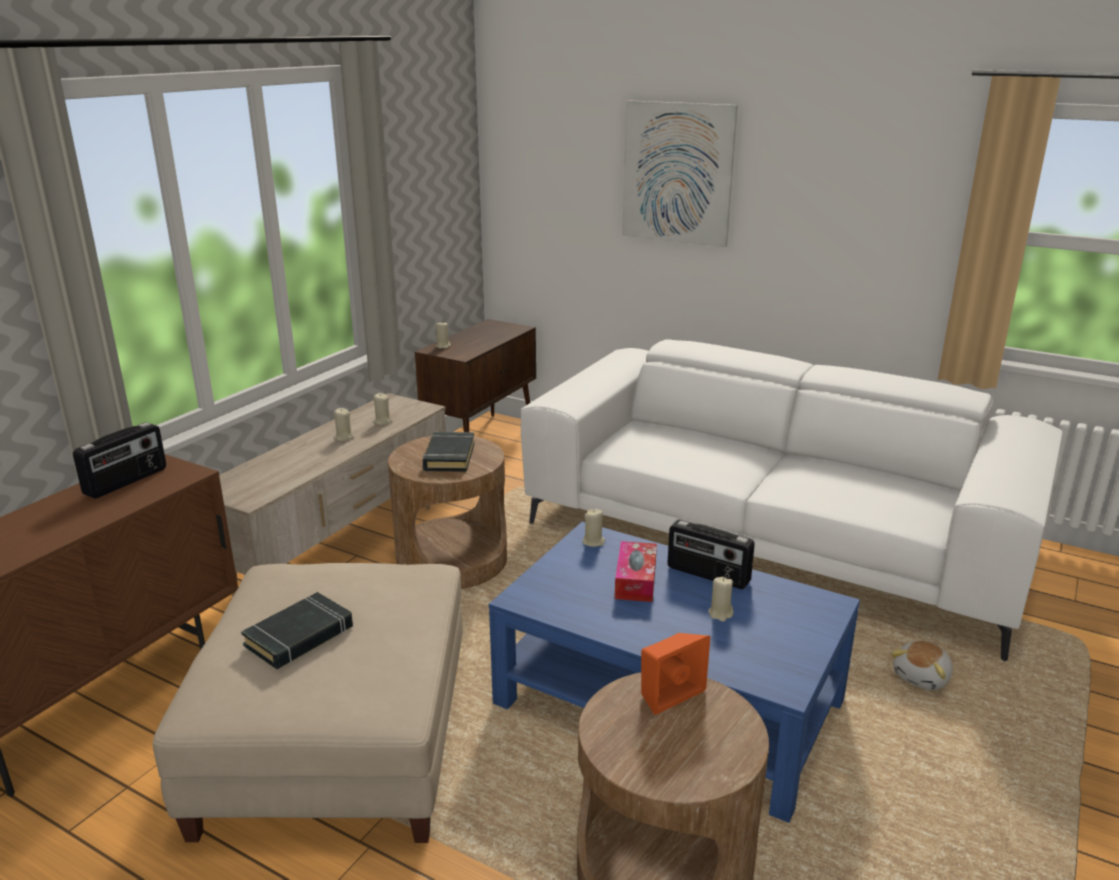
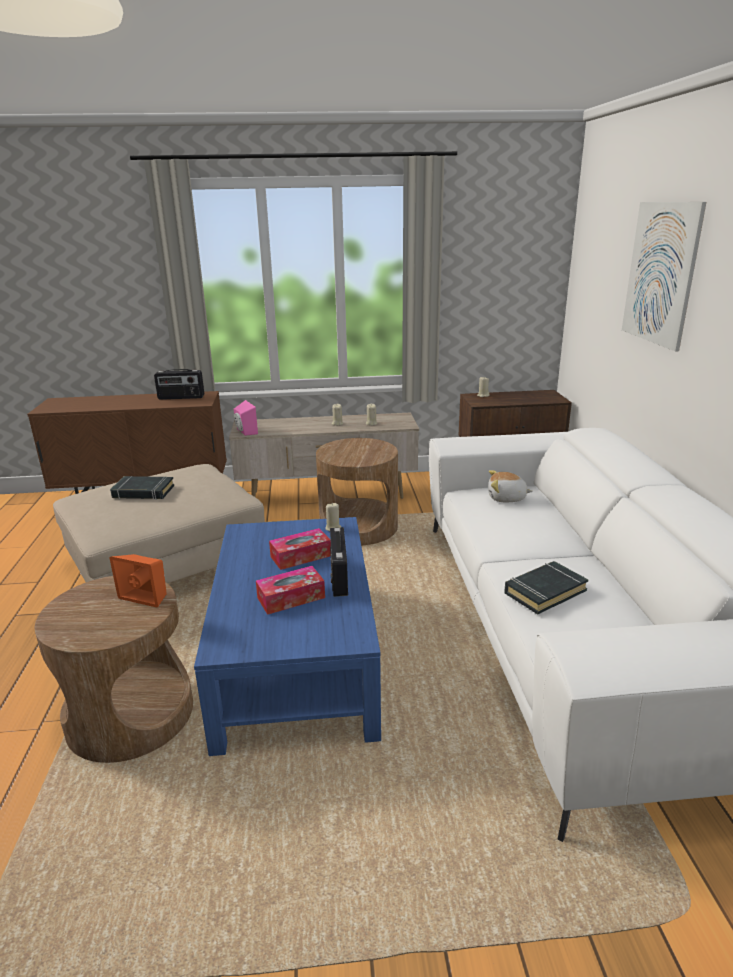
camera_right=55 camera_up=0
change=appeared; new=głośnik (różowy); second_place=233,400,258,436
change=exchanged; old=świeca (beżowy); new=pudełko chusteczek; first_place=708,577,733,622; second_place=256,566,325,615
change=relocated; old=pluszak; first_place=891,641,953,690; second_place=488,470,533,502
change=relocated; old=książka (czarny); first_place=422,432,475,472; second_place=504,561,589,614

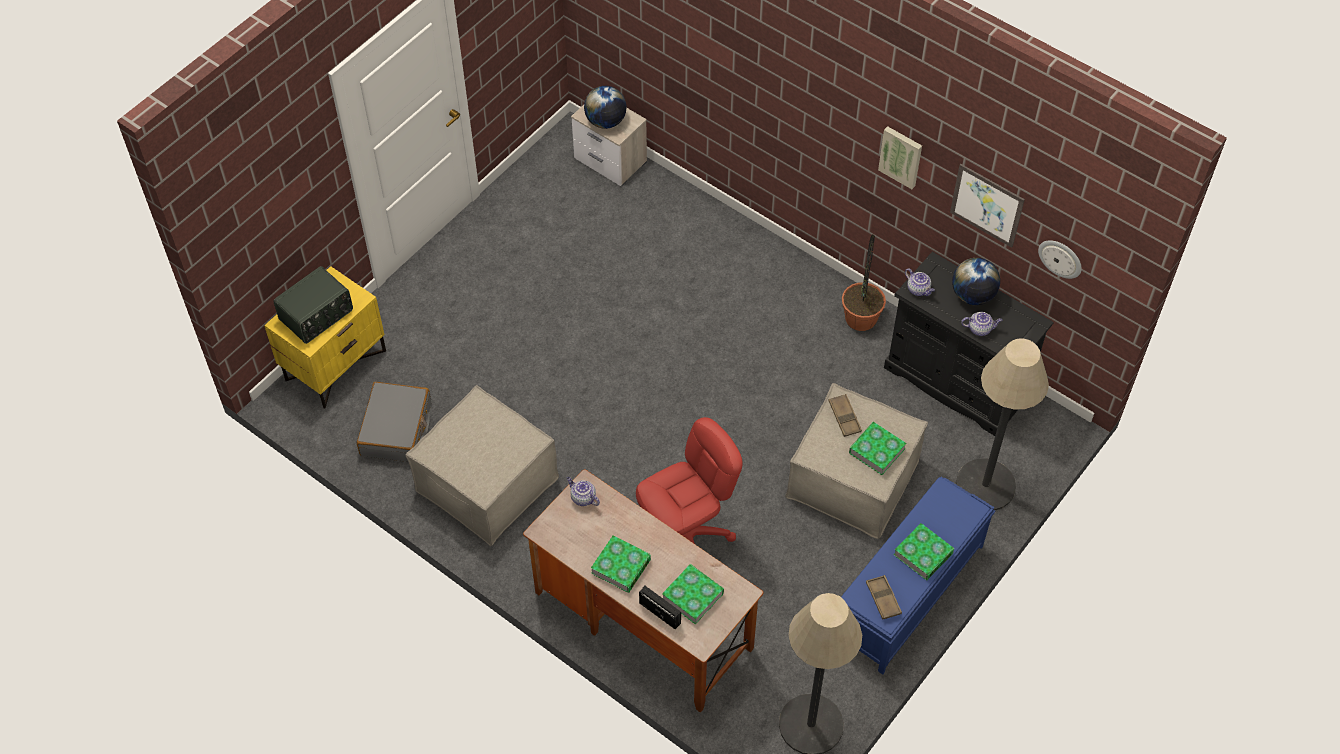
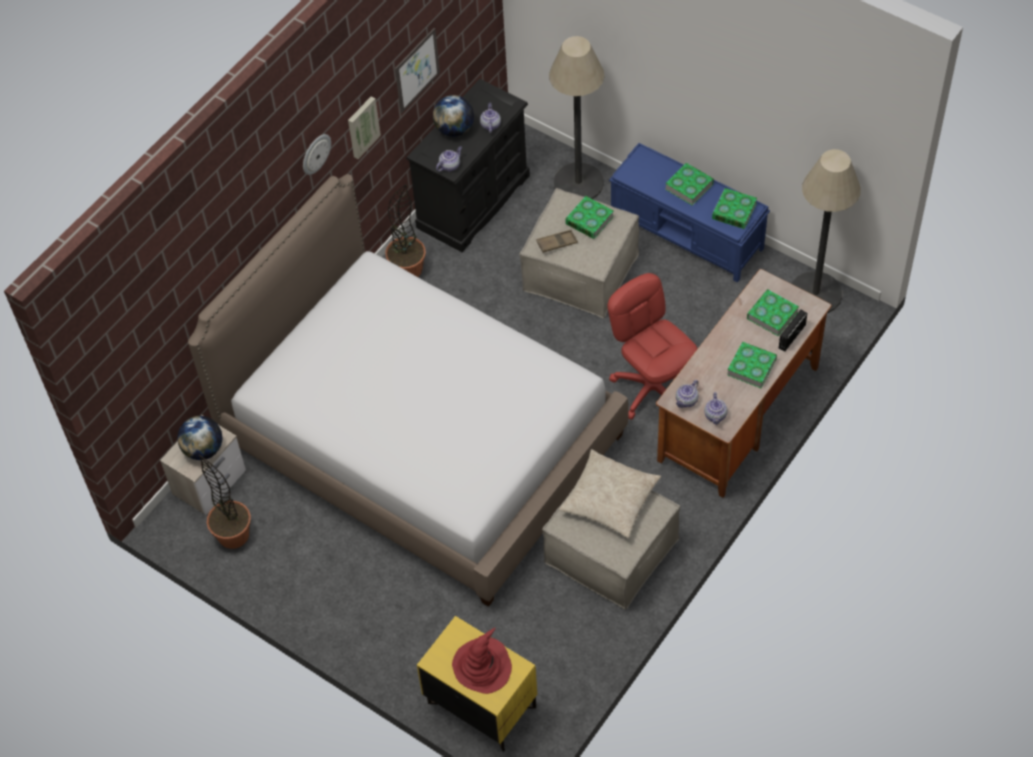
camera_right=-90 camera_up=0
change=appeared; new=łóżko; second_place=188,174,629,607
change=appeared; new=roślina doniczkowa; second_place=199,455,251,549
change=relocated; old=zegar ścienny; first_place=1038,240,1082,279; second_place=303,134,331,175
change=exchanged; old=radio; new=kapelusz (czerwony); first_place=274,266,353,344; second_place=452,628,512,694
change=appeared; new=poduszka (beżowy); second_place=559,449,661,538
change=appeared; new=imbryk; second_place=704,392,728,425
change=exchanged; old=taca (brązowy); new=książka; first_place=866,575,902,620; second_place=712,188,757,229
change=missing; old=walizka (szary); first_place=357,382,431,462

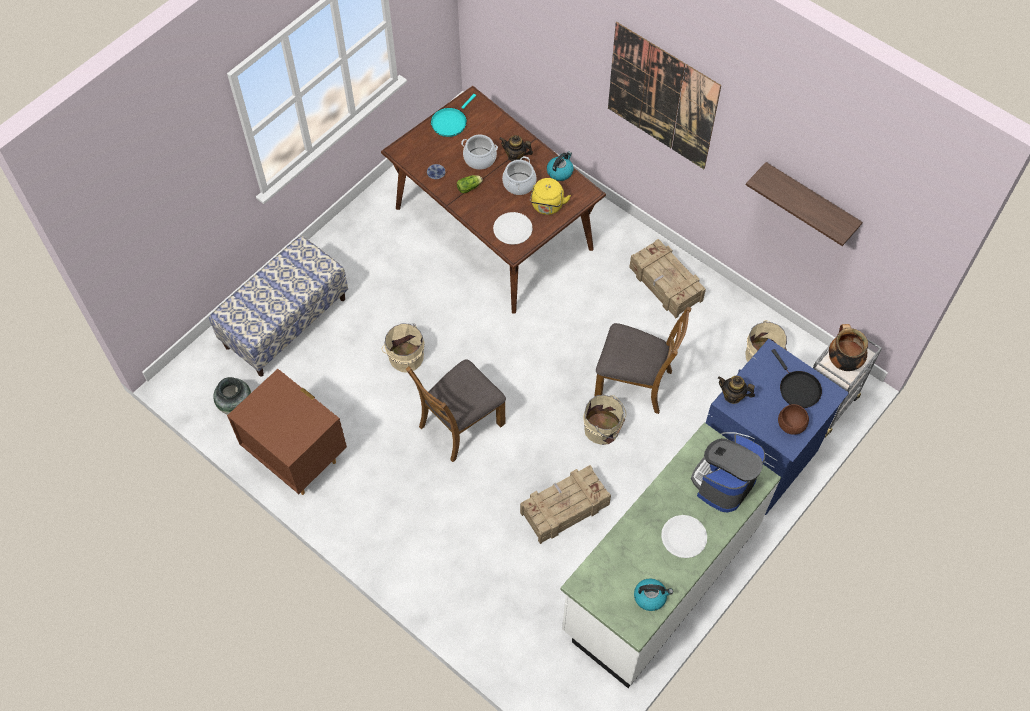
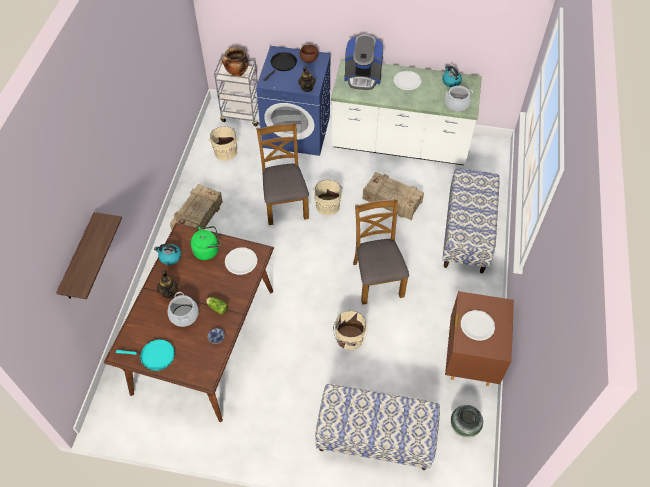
camera_right=-120 camera_up=-5
change=relocated; old=półka; first_place=746,162,863,246; second_place=56,212,122,299
change=colour; old=czajnik (żółty); new=czajnik (zielony); first_place=530,178,571,215; second_place=191,226,221,260
change=spun; old=krzesło (brązowy); first_place=406,359,506,462; second_place=353,198,409,305; degrees=-120
change=appeared; new=ławka; second_place=442,168,500,274
change=relocated; old=garnek; first_place=502,156,537,195; second_place=445,86,473,112
change=appeared; new=talerz (biały); second_place=461,310,495,341
change=missing; old=obraz; first_place=608,22,721,169

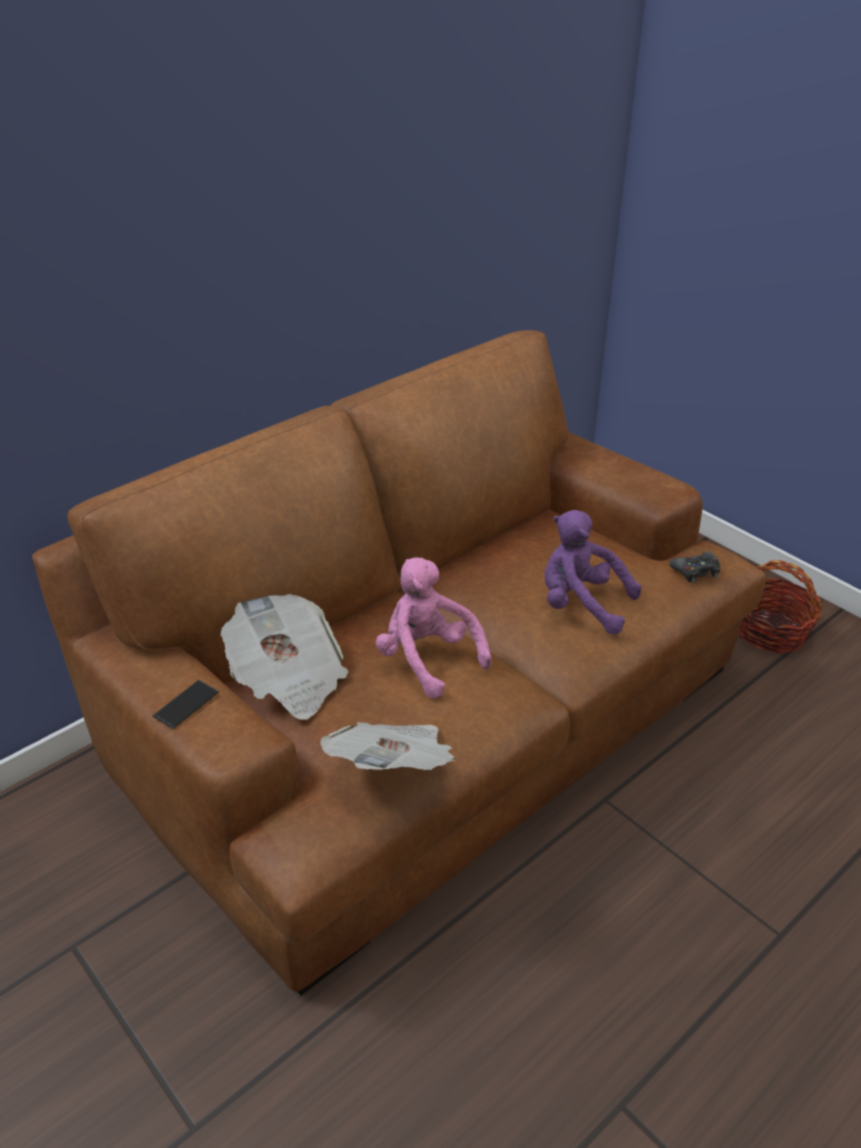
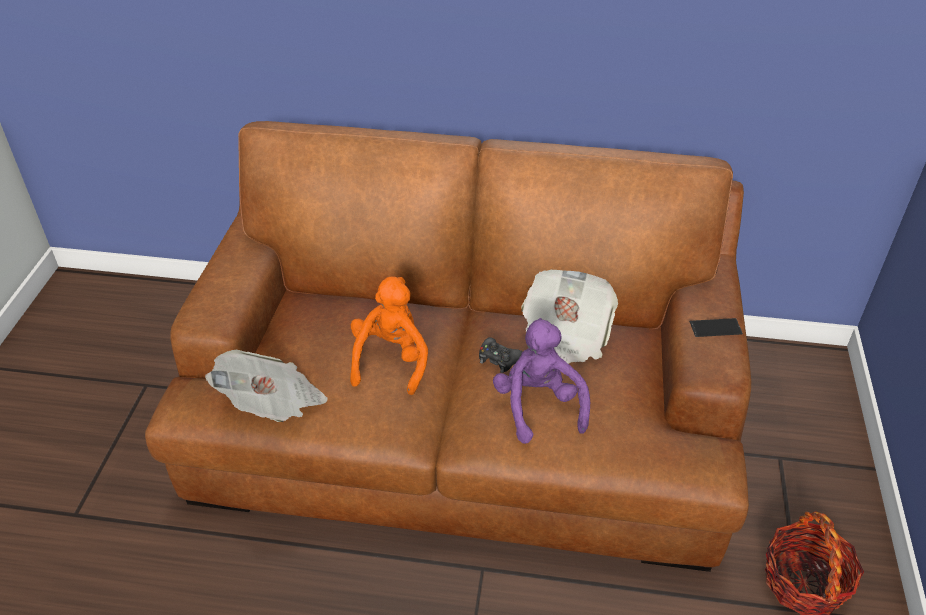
camera_right=50 camera_up=5
change=colour; old=pluszak (różowy); new=pluszak (pomarańczowy); first_place=376,557,492,699; second_place=350,276,428,395
change=relocated; old=pad do gier (czarny); first_place=669,552,720,583; second_place=479,337,523,373
change=relocated; old=gazeta; first_place=221,594,349,720; second_place=521,270,618,364
change=relocated; old=telefon; first_place=153,680,219,729; second_place=690,318,743,337

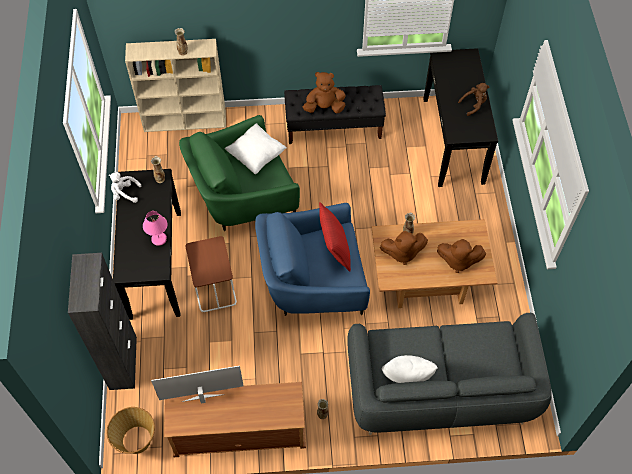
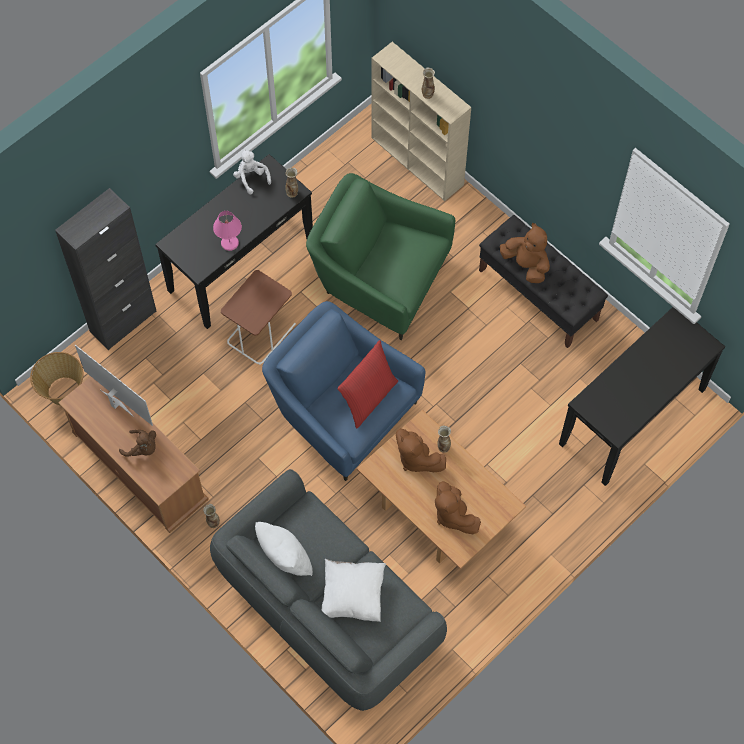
camera_right=50 camera_up=5
change=relocated; old=pluszak (brązowy); first_place=458,83,489,116; second_place=119,430,156,457
change=relocated; old=poduszka (biały); first_place=224,123,286,174; second_place=322,559,386,622

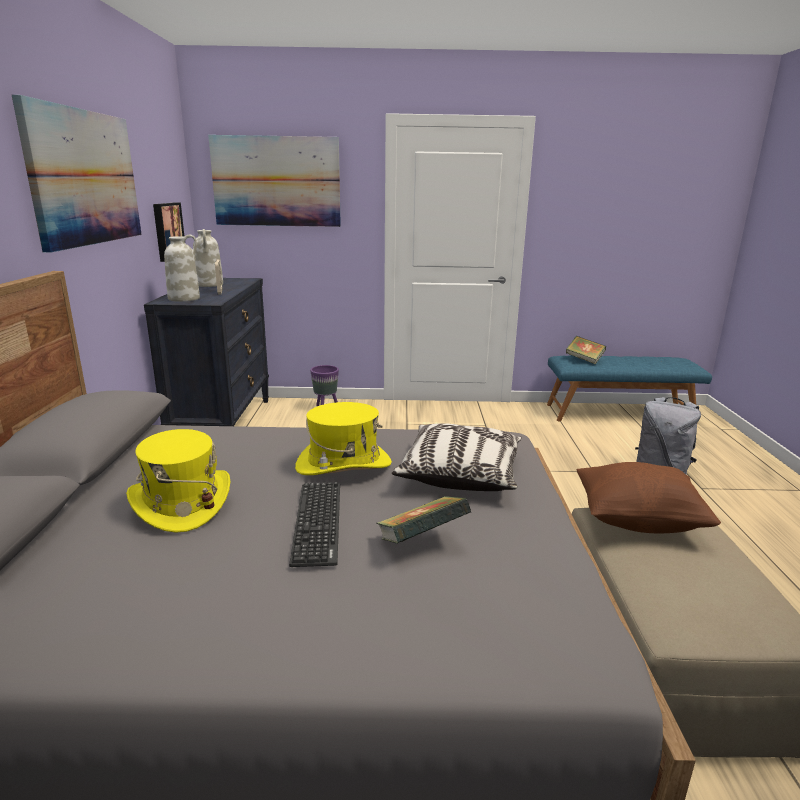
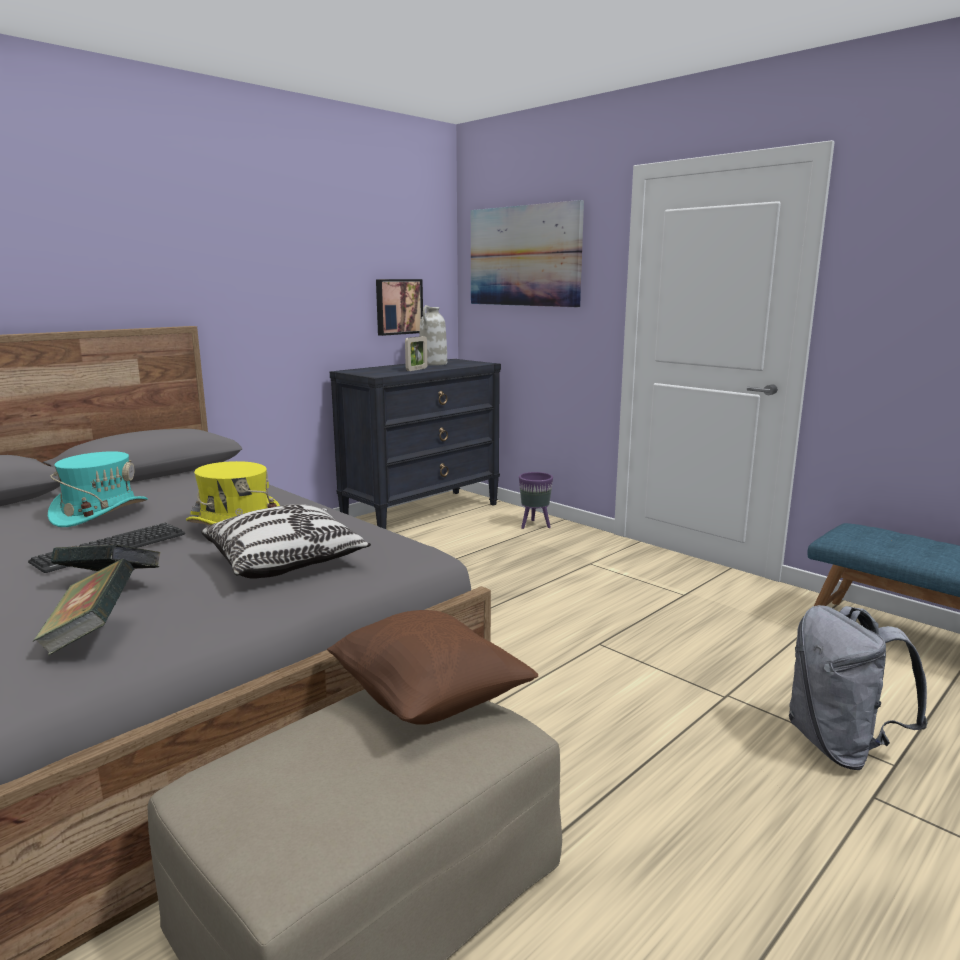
camera_right=45 camera_up=-5
change=relocated; old=książka; first_place=566,336,606,364; second_place=33,559,134,655
change=colour; old=kapelusz (żółty); new=kapelusz (turkusowy); first_place=126,429,230,533; second_place=48,451,148,527
change=missing; old=obraz; first_place=12,95,142,253
change=missing; old=wazon (biały); first_place=164,234,200,302

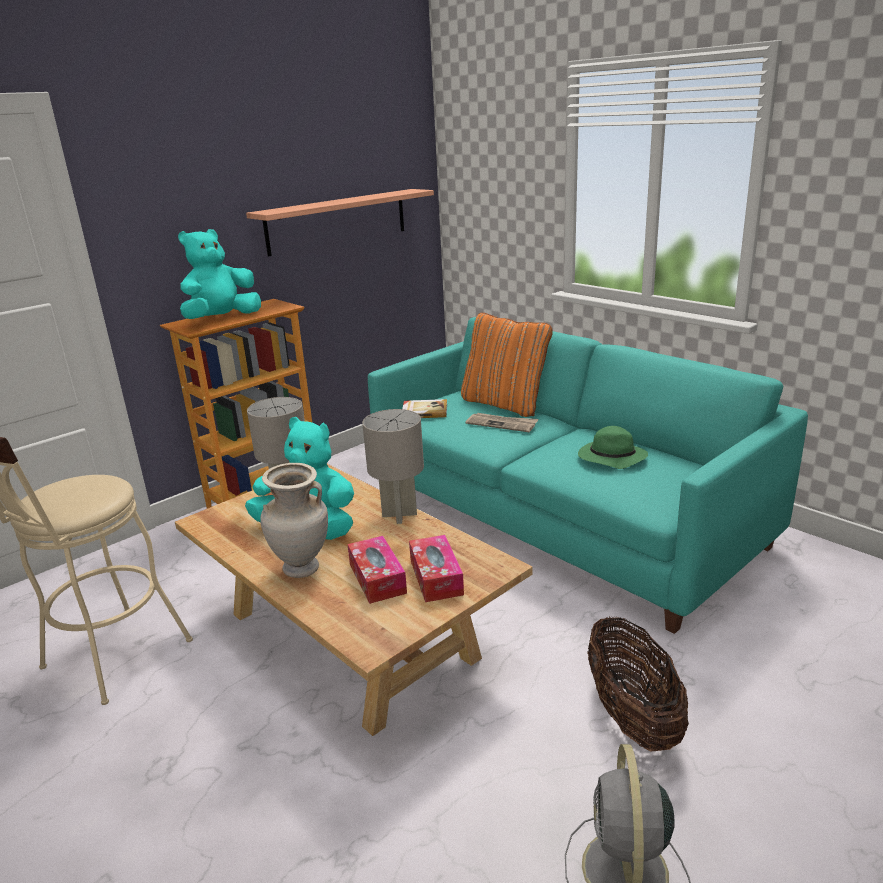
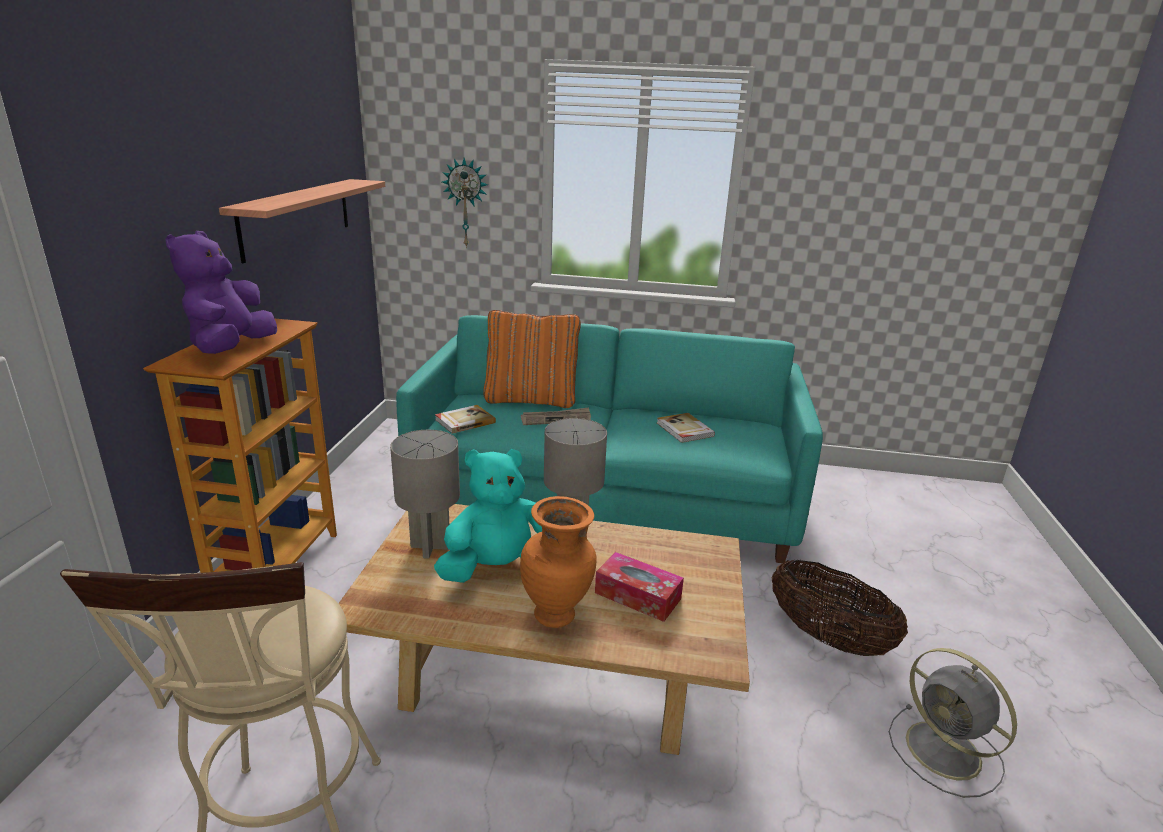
camera_right=-40 camera_up=0
change=colour; old=pluszak (turkusowy); new=pluszak (fioletowy); first_place=178,229,261,319; second_place=165,231,277,354
change=appeared; new=zegar ścienny; second_place=442,158,488,248
change=colour; old=wazon (beżowy); new=wazon (pomarańczowy); first_place=260,463,328,578; second_place=520,496,597,628
change=exchanged; old=kapelusz (zielony); new=książka; first_place=578,426,648,469; second_place=657,413,715,443
change=missing; old=pudełko chusteczek; first_place=409,535,464,602

